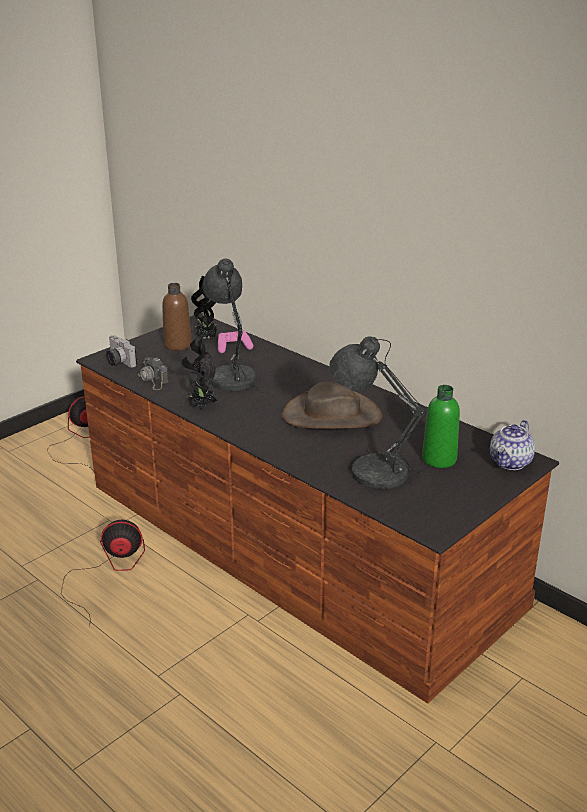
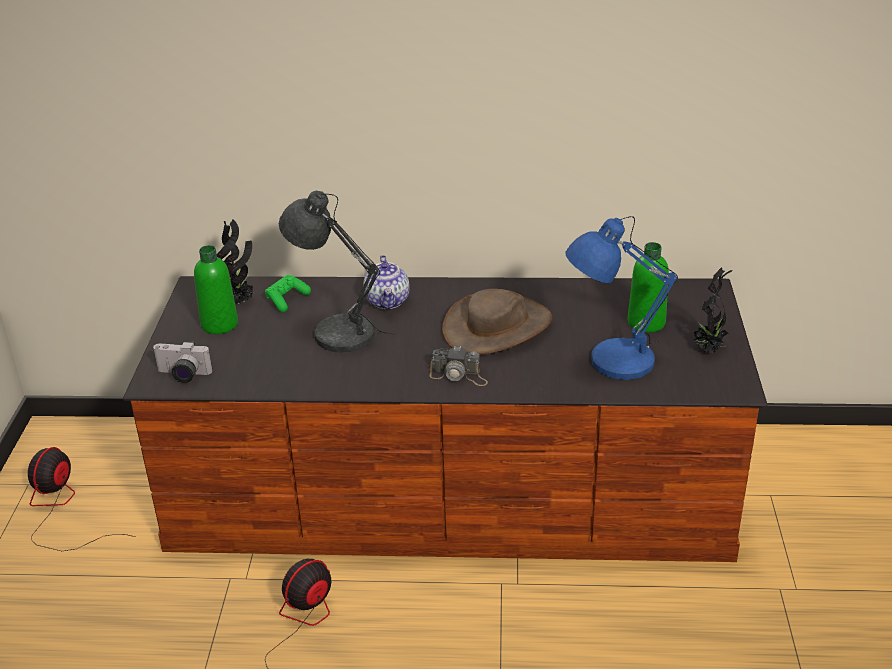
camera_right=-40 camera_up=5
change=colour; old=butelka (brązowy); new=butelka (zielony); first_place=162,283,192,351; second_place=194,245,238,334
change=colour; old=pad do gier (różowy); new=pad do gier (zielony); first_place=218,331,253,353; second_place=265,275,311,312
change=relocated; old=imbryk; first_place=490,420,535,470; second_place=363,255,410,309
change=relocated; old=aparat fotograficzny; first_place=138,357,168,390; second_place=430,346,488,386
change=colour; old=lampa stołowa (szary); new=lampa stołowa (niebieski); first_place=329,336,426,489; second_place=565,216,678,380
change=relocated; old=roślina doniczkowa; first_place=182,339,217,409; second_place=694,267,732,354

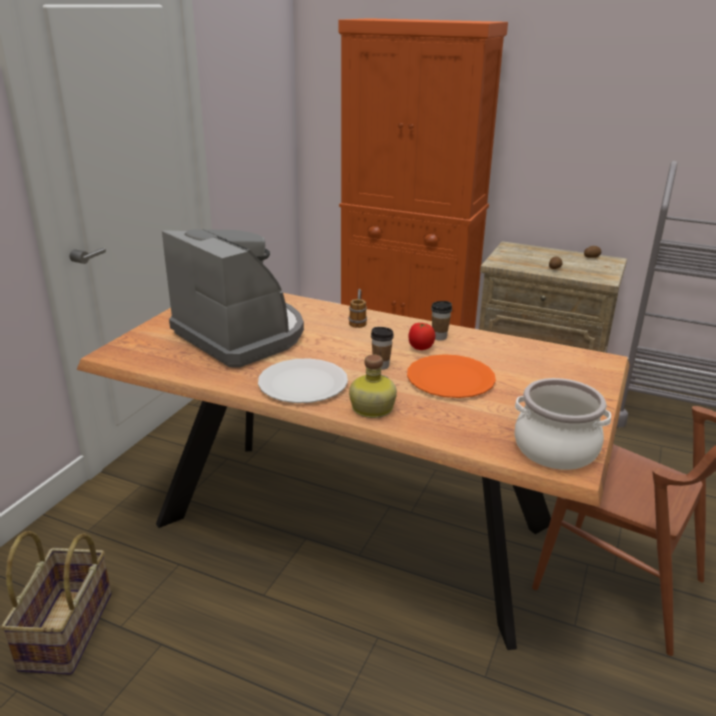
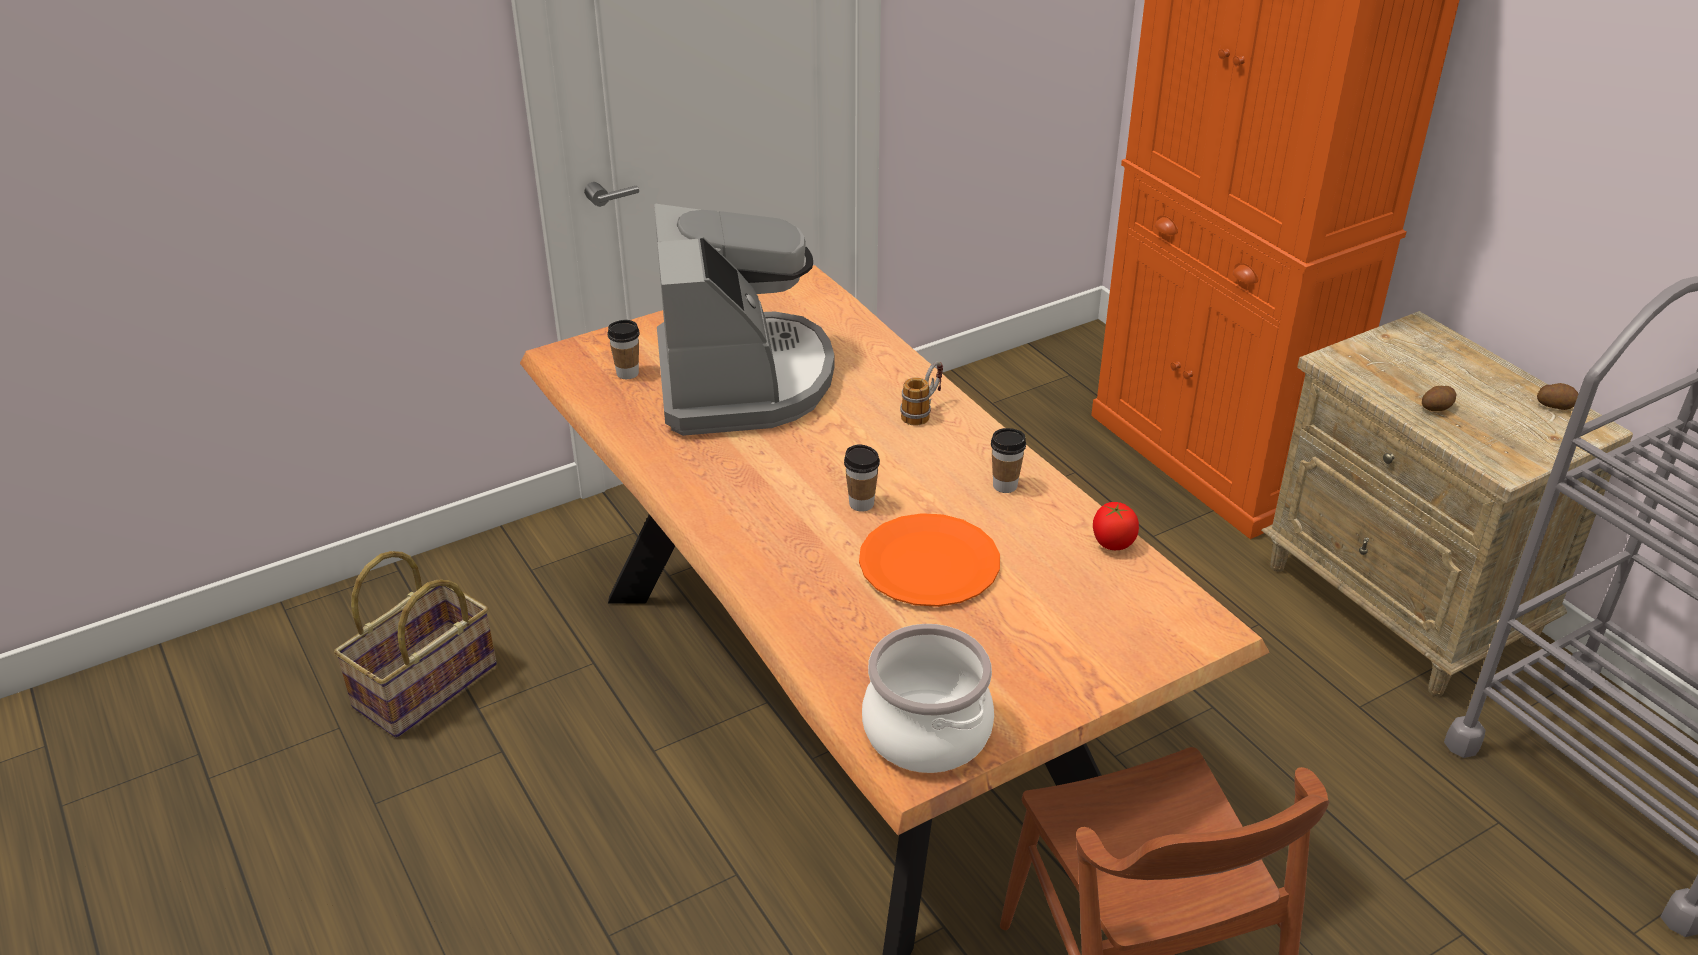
camera_right=35 camera_up=10
change=appeared; new=filiżanka; second_place=608,320,640,379
change=relocated; old=pomidor; first_place=409,323,435,350; second_place=1093,502,1139,550
change=missing; old=talerz (biały); first_place=258,358,348,403
change=missing; old=butelka; first_place=349,354,397,418

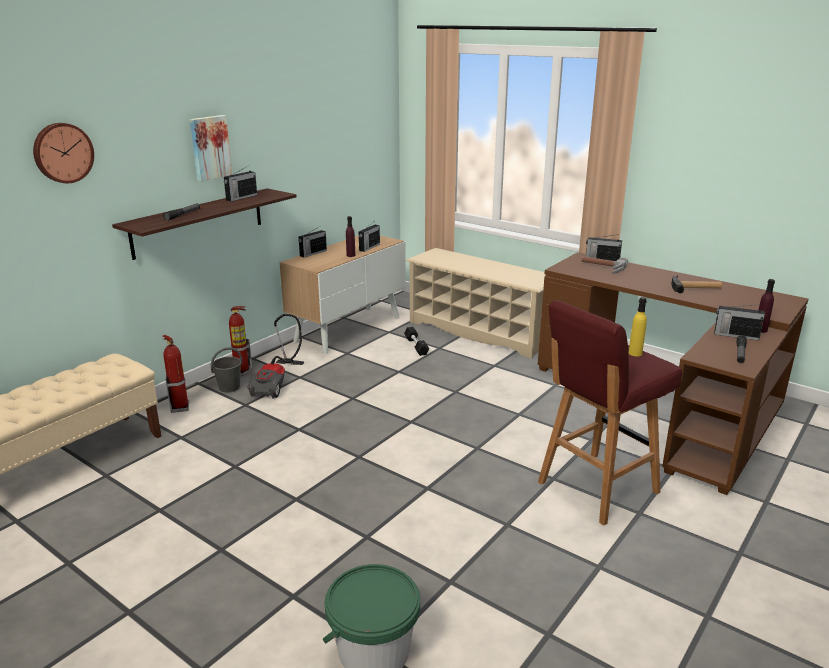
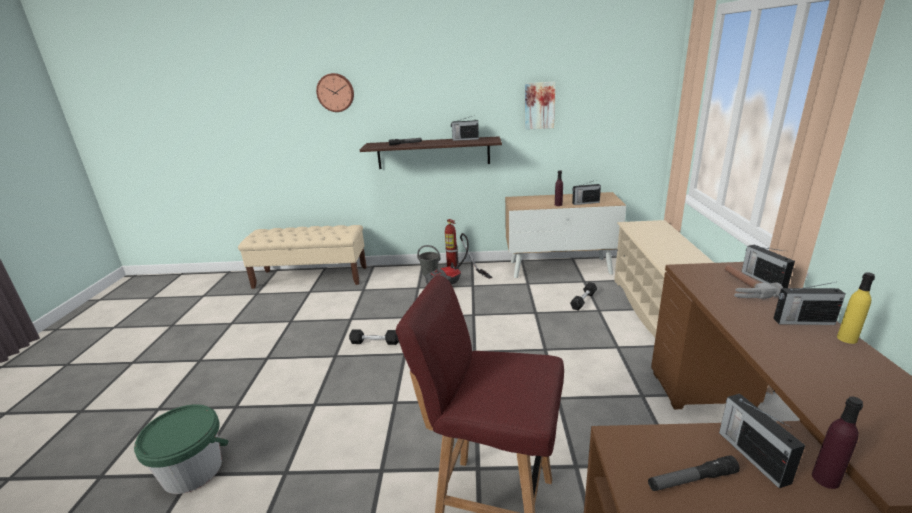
camera_right=55 camera_up=0
change=appeared; new=hantel (czarny); second_place=349,329,399,345
change=relocated; old=obraz; first_place=190,115,232,181; second_place=525,82,556,130
change=relocated; old=radio; first_place=298,228,327,257; second_place=773,282,845,325
change=relocated; old=butelka (żółty); first_place=629,297,647,357; second_place=837,272,875,344
change=missing; old=gaśnica; first_place=163,335,189,413
change=missing; old=młotek; first_place=671,275,722,293

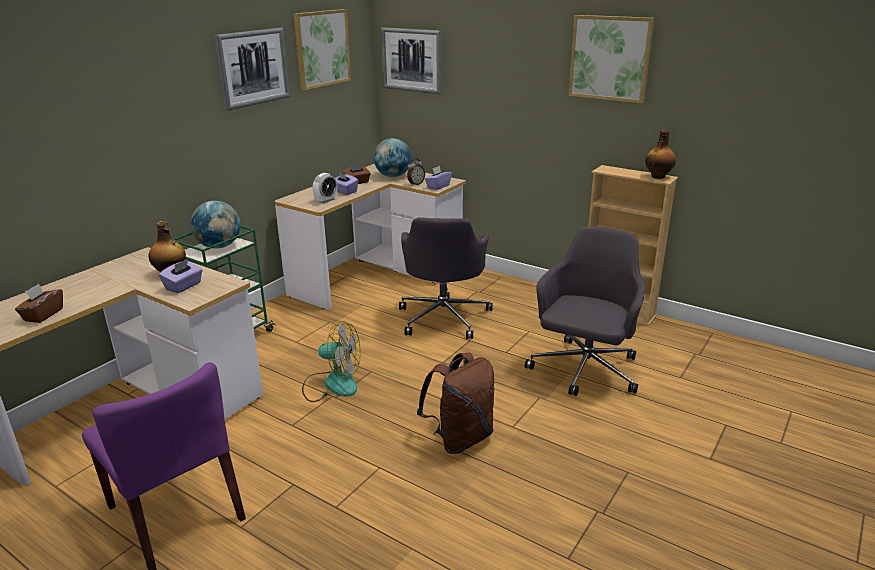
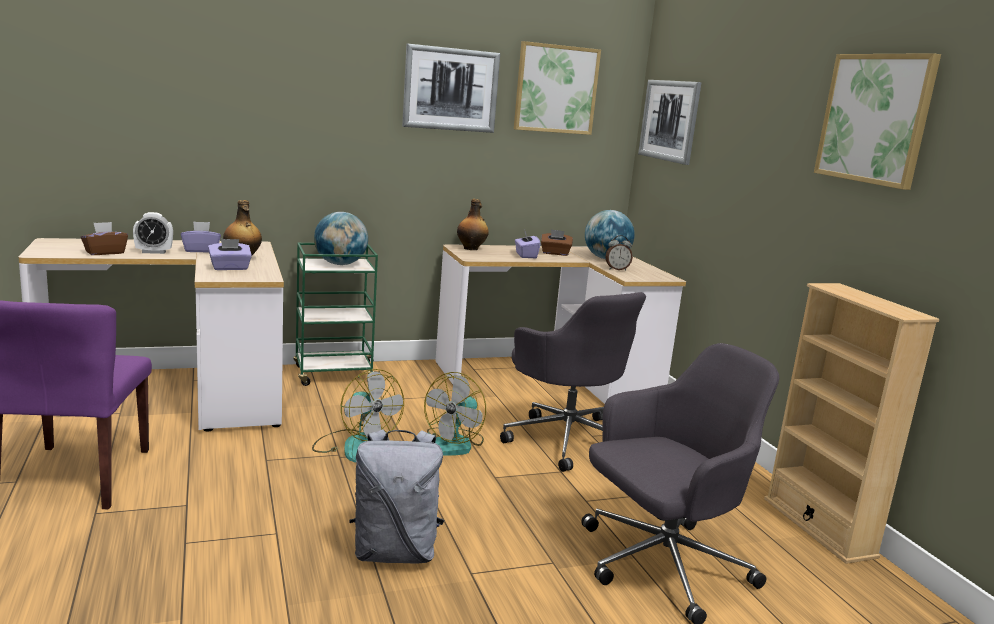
camera_right=35 camera_up=-10
change=relocated; old=budzik; first_place=313,173,337,204; second_place=133,212,173,254
change=relocated; old=pudełko chusteczek (fioletowy); first_place=425,166,452,190; second_place=181,221,221,253
change=colour; old=plecak (brązowy); new=plecak (szary); first_place=417,352,494,454; second_place=349,429,444,564
change=appeared; new=wentylator; second_place=424,372,486,456
change=relocated; old=butelka; first_place=645,129,676,179; second_place=457,199,489,250
change=spun; old=krzesło biurowe (szary); first_place=399,217,493,339; second_place=500,292,646,472; degrees=-75

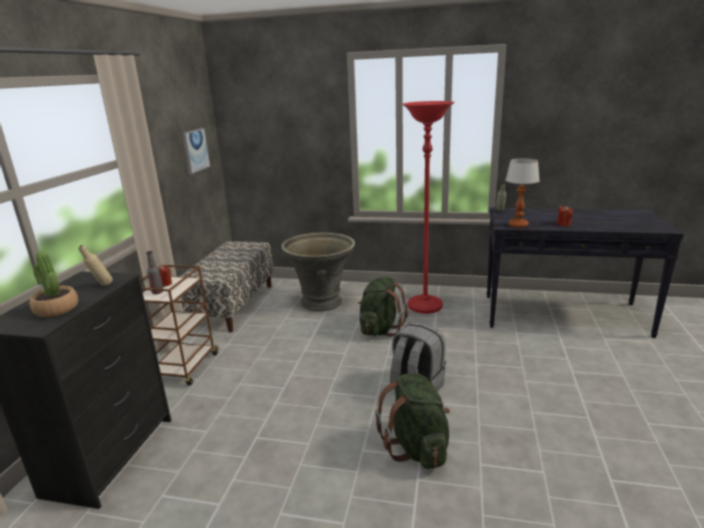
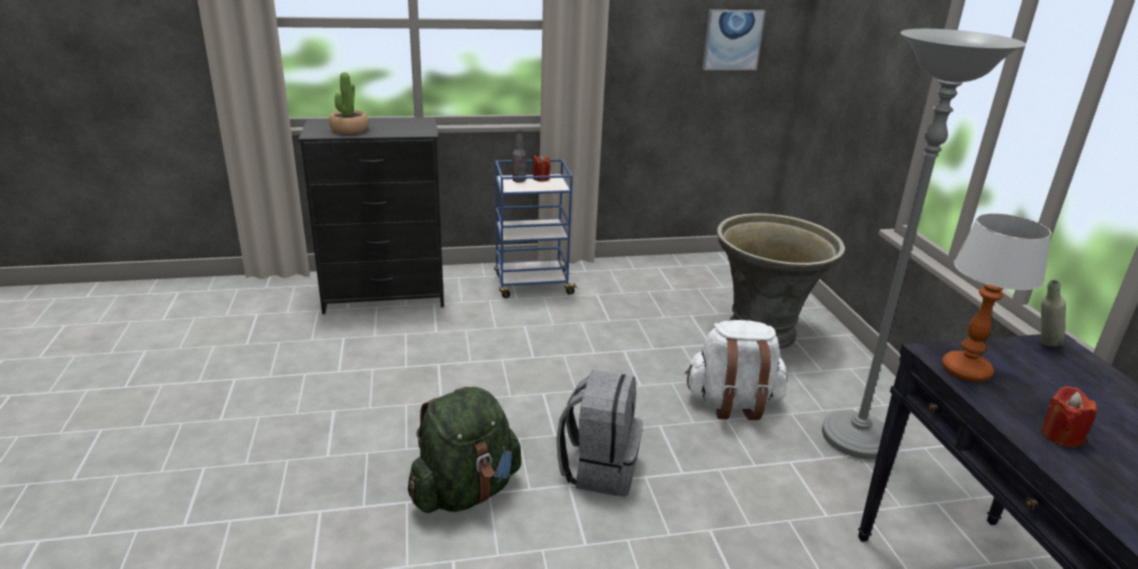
camera_right=65 camera_up=5
change=colour; old=wózek (brązowy); new=wózek (niebieski); first_place=140,265,219,386; second_place=494,159,578,298
change=colour; old=plecak (zielony); new=plecak (biały); first_place=358,277,408,337; second_place=685,320,788,420
change=colour; old=lampa stojąca (czerwony); new=lampa stojąca (szary); first_place=402,101,455,314; second_place=822,29,1026,459
change=missing; old=butelka (beżowy); first_place=78,245,113,286
change=missing; old=ławka; first_place=179,241,274,332

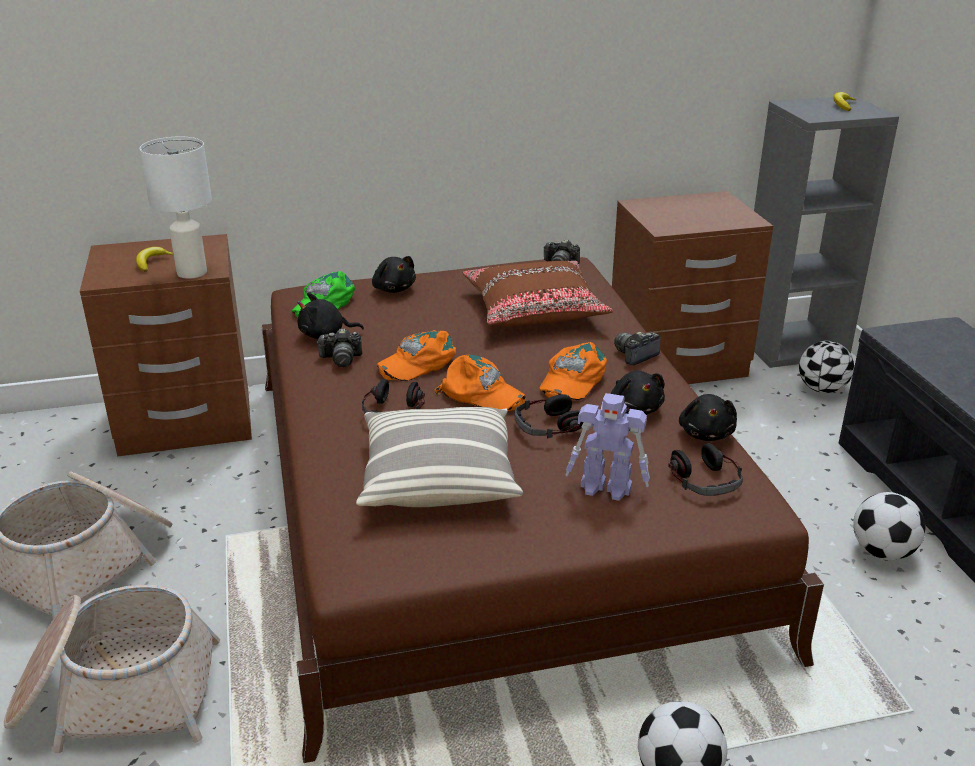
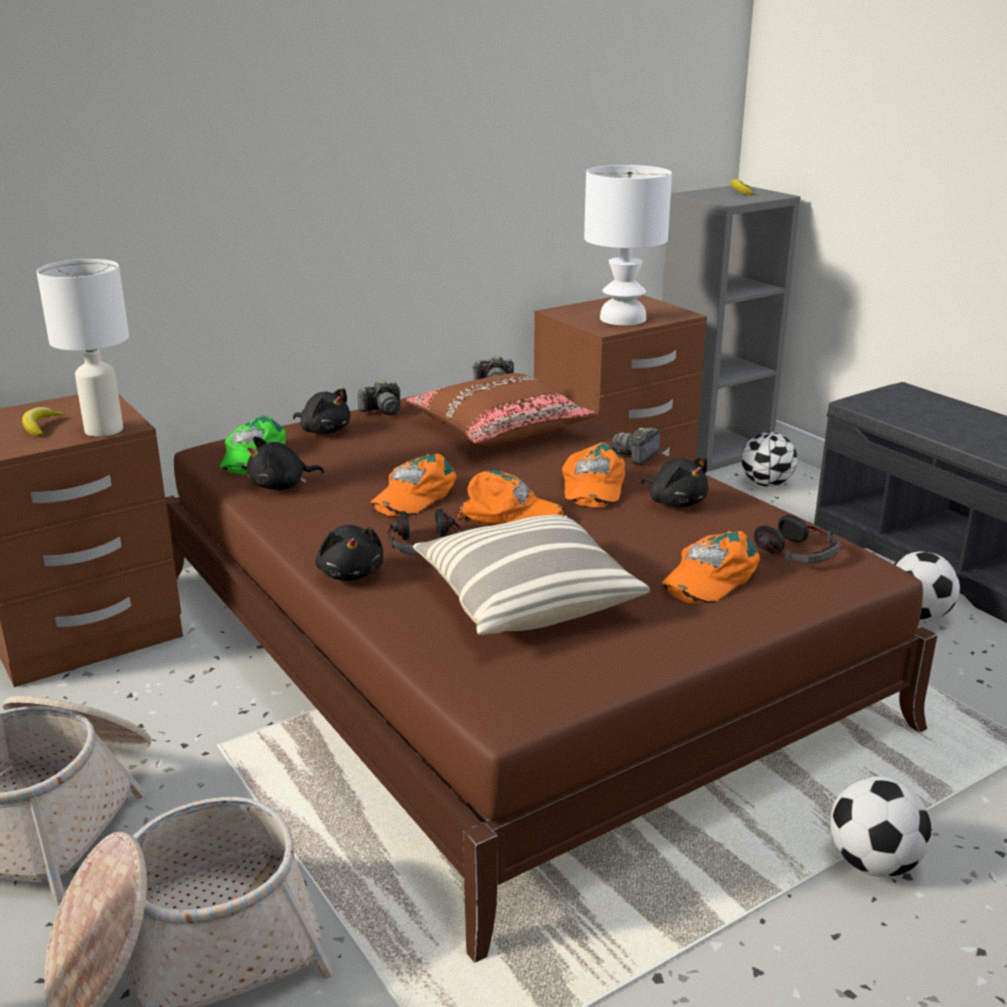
camera_right=-20 camera_up=-5
change=relocated; old=pluszak (czarny); first_place=679,394,737,441; second_place=315,525,383,581
change=relocated; old=aparat fotograficzny; first_place=316,328,362,367; second_place=357,379,400,416
change=appeared; new=lampa stołowa (biały); second_place=584,165,672,325
change=exchanged; old=robot zabawkowy; new=czapka z daszkiem (pomarańczowy); first_place=566,393,650,501; second_place=662,531,760,603
change=missing; old=słuchawki; first_place=515,394,583,439

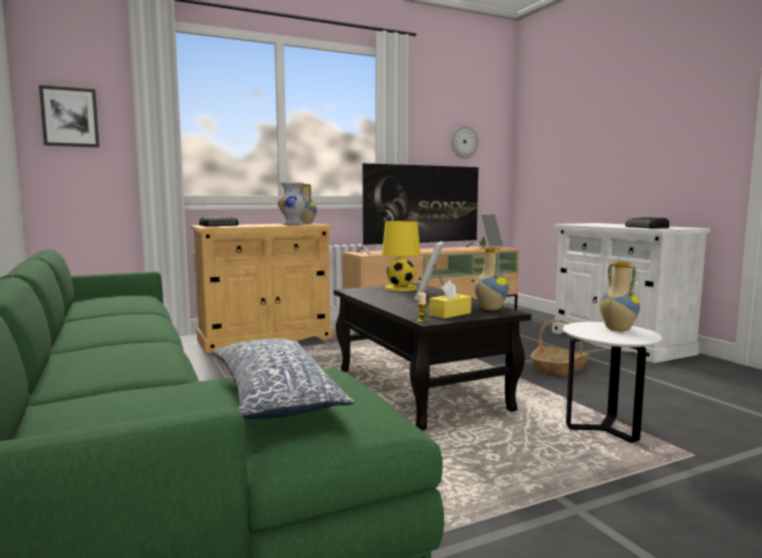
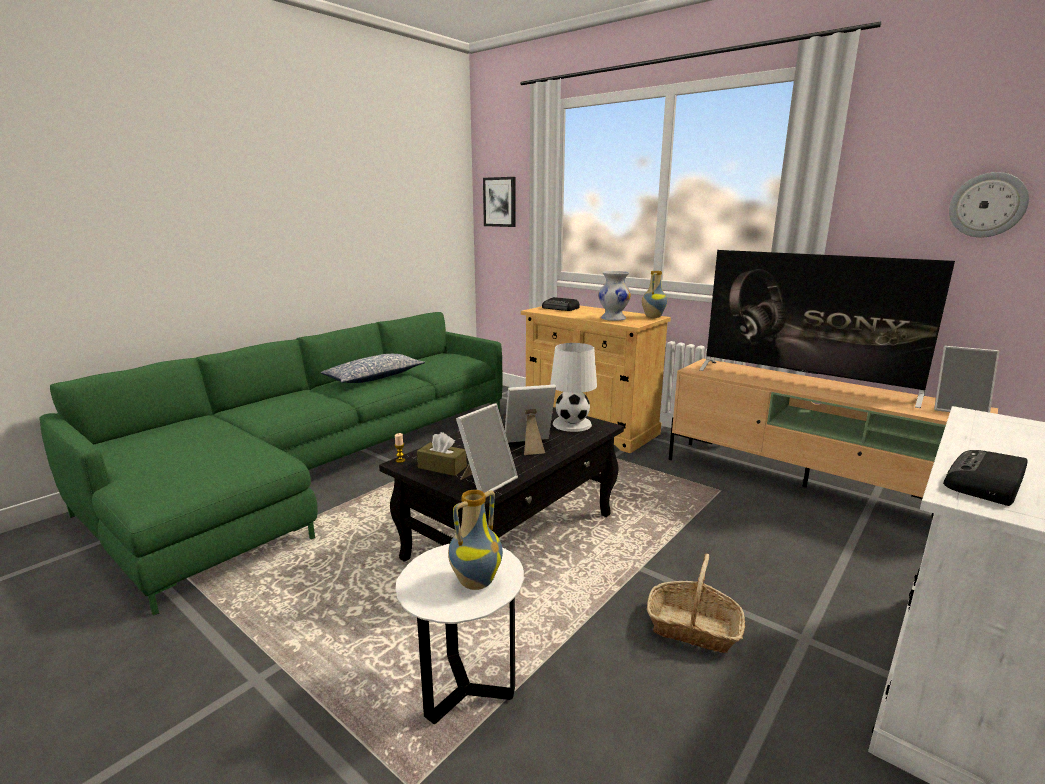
camera_right=65 camera_up=10
change=relocated; old=poduszka; first_place=212,338,354,419; second_place=321,354,425,383
change=colour; old=pudełko chusteczek (żółty); new=pudełko chusteczek (brązowy); first_place=429,280,471,319; second_place=417,432,467,476
change=exchanged; old=wazon; new=ramka na zdjęcie; first_place=474,247,509,310; second_place=456,403,518,493
change=colour; old=lampa stołowa (żółty); new=lampa stołowa (biały); first_place=382,221,421,291; second_place=550,343,597,432

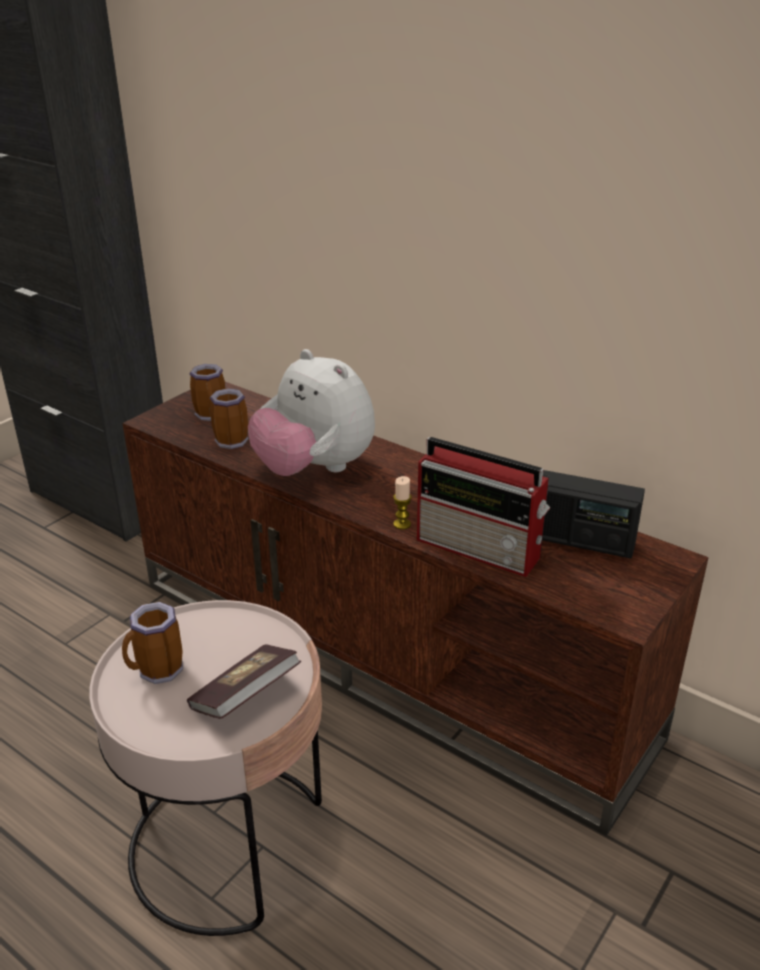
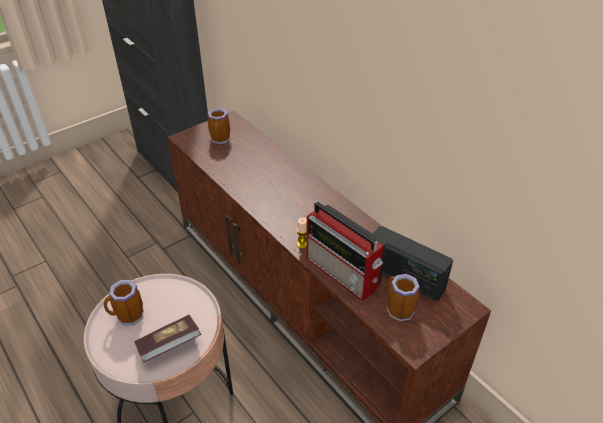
camera_right=15 camera_up=10
change=relocated; old=kubek; first_place=210,388,249,449; second_place=387,274,420,322
change=missing; old=pluszak; first_place=248,349,375,476

